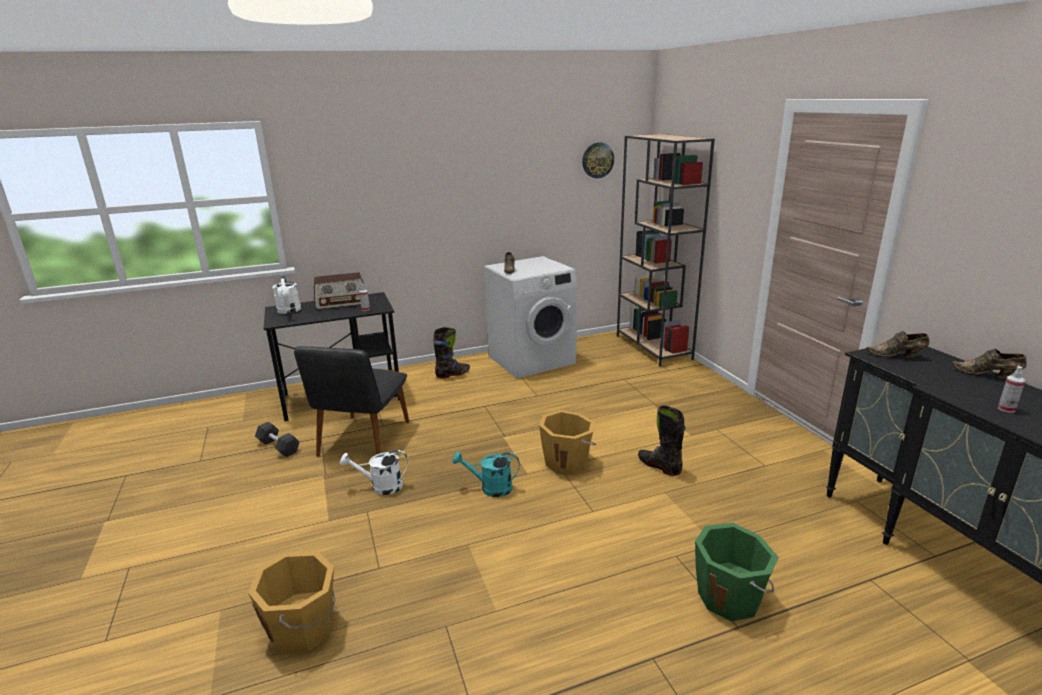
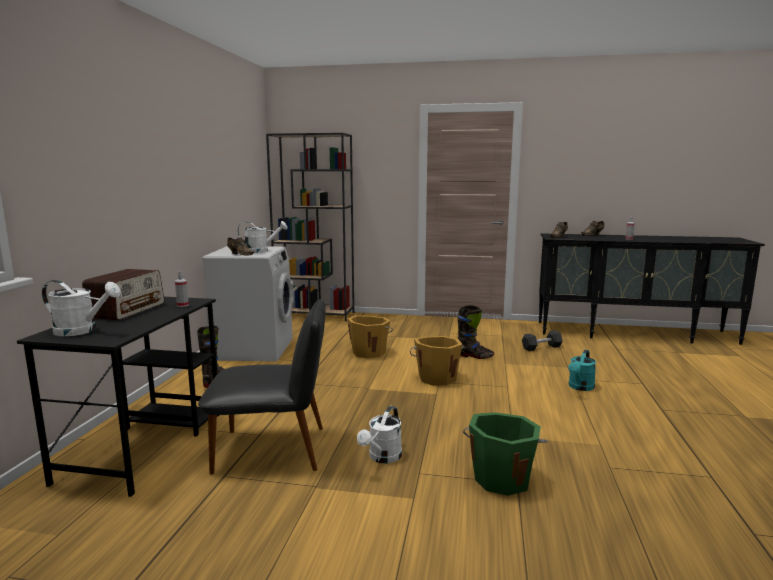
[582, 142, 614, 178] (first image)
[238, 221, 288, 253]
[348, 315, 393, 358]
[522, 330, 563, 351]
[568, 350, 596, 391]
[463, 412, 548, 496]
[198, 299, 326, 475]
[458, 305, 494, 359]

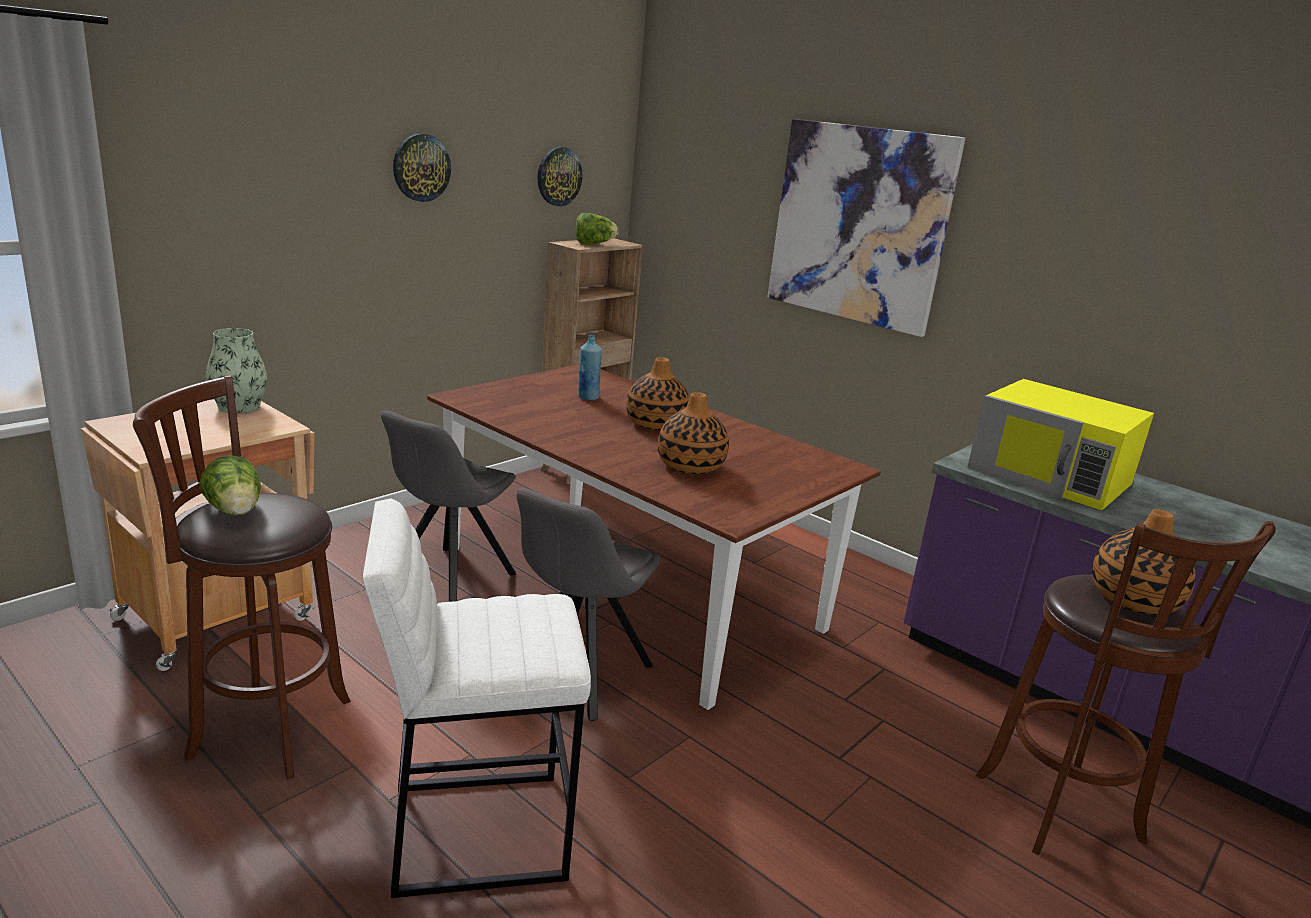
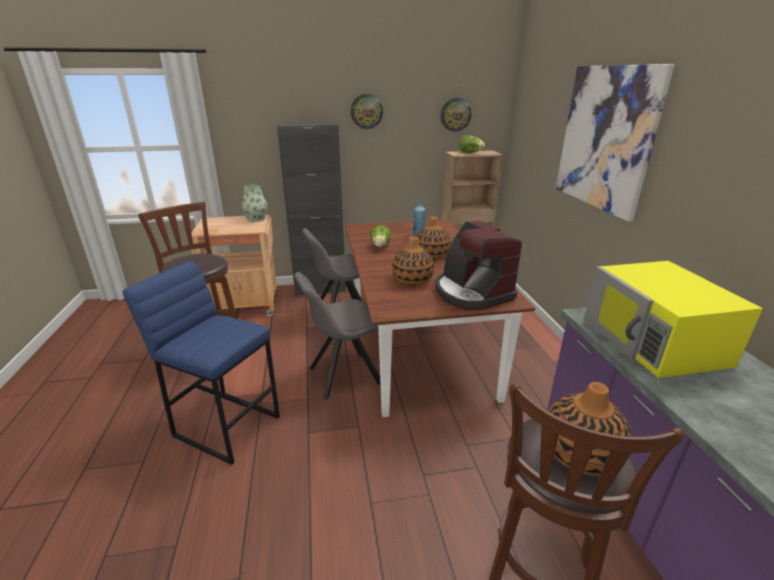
[277, 122, 346, 296]
[435, 220, 522, 310]
[370, 225, 391, 247]
[123, 261, 280, 465]

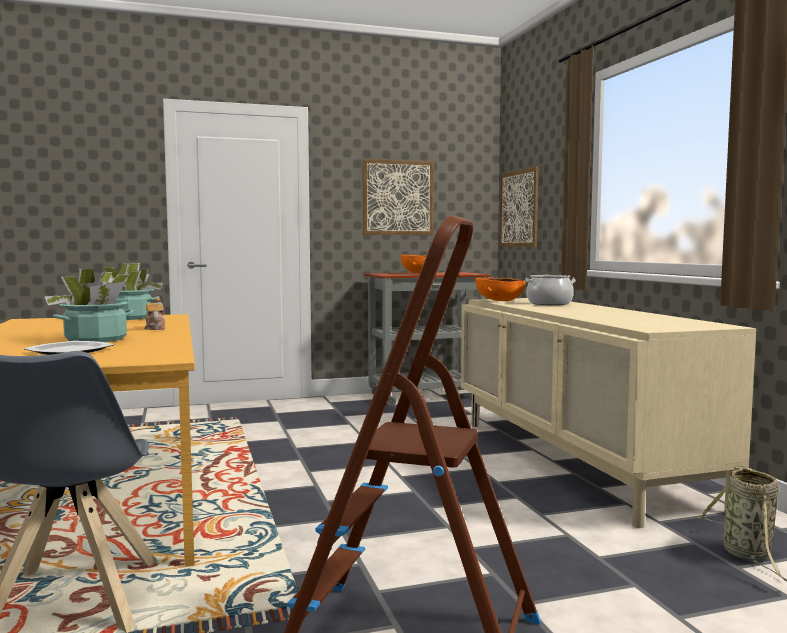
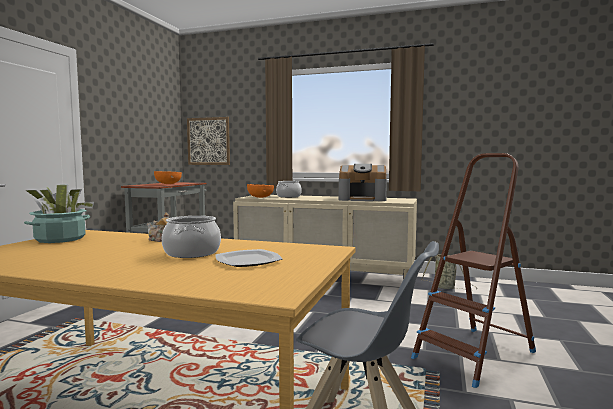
[363, 158, 434, 235] (first image)
[339, 164, 387, 201]
[162, 216, 221, 258]

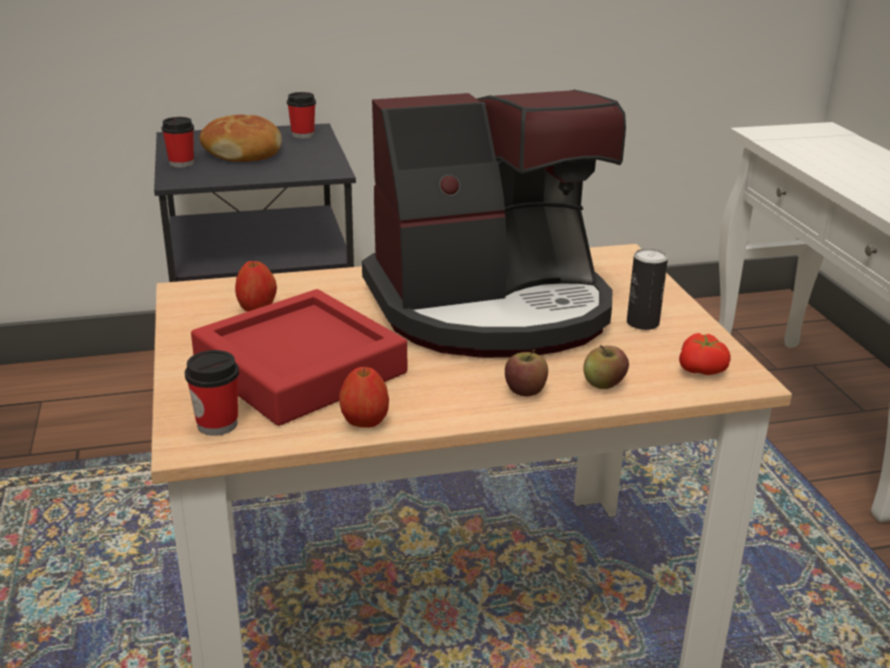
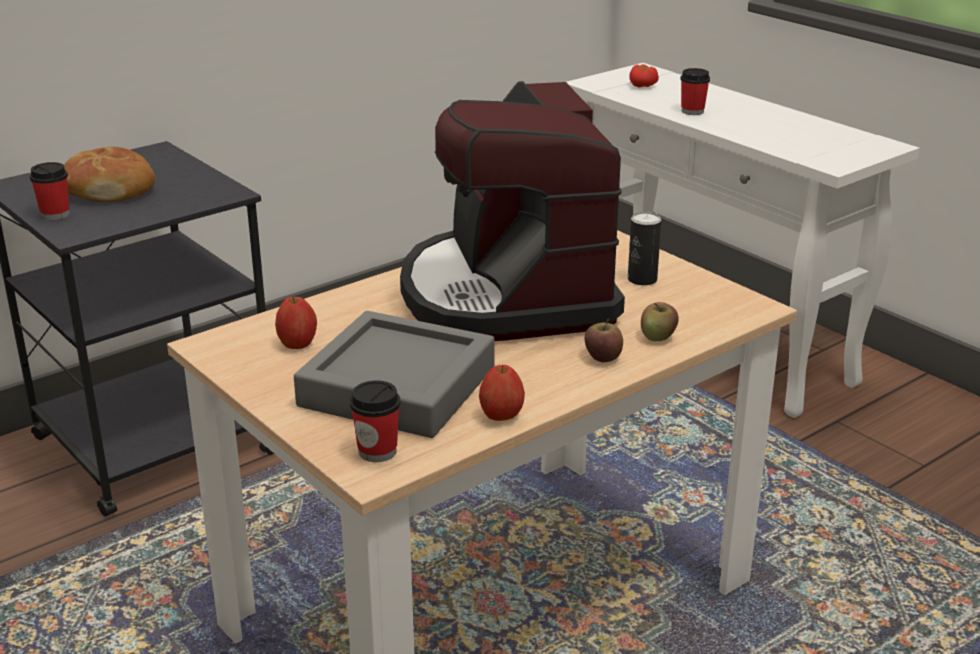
[680, 68, 710, 115]
[629, 64, 659, 87]
[294, 311, 495, 438]
[400, 81, 625, 341]

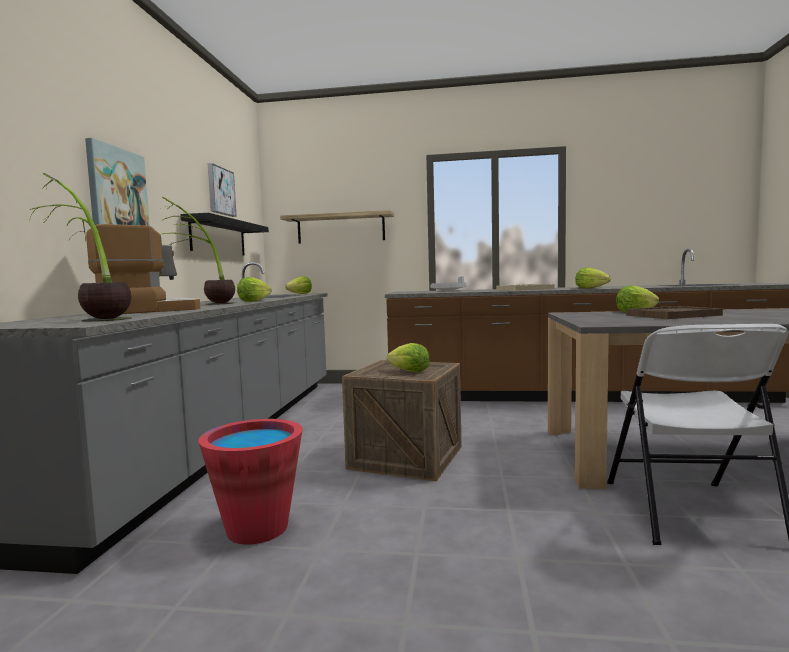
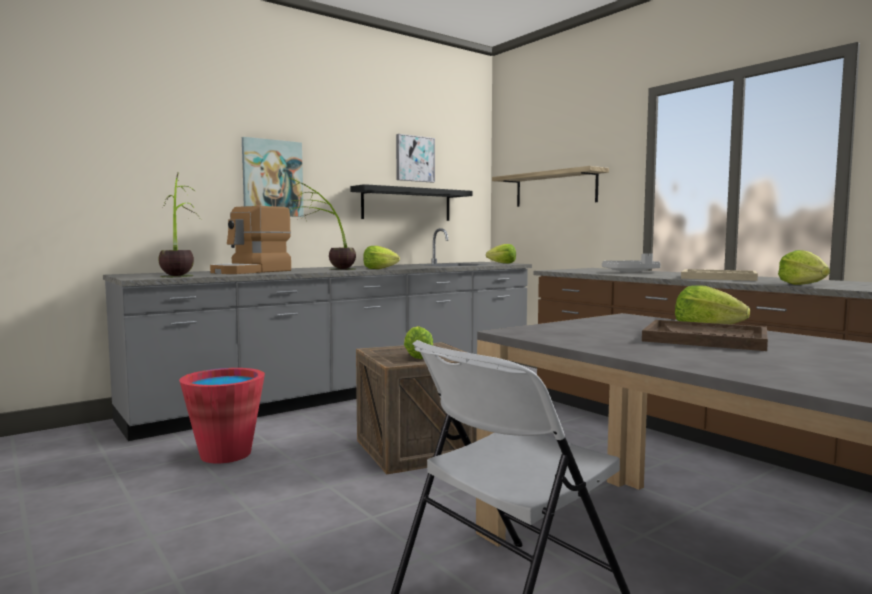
[210, 206, 291, 274]

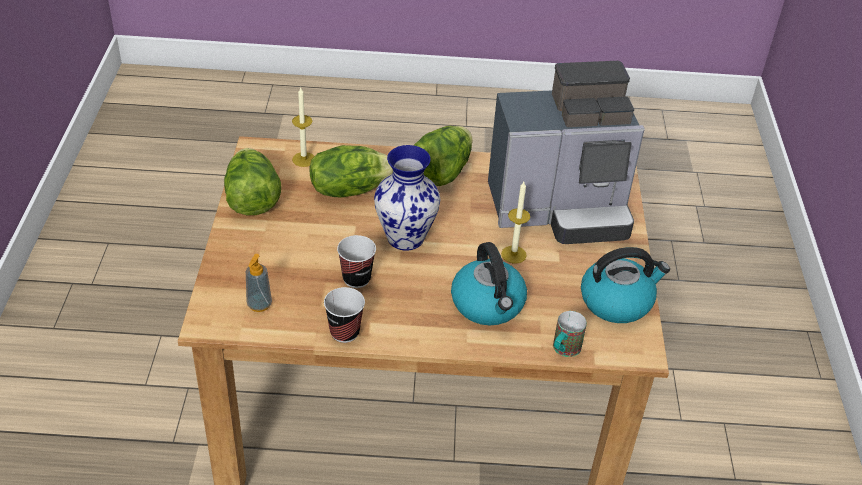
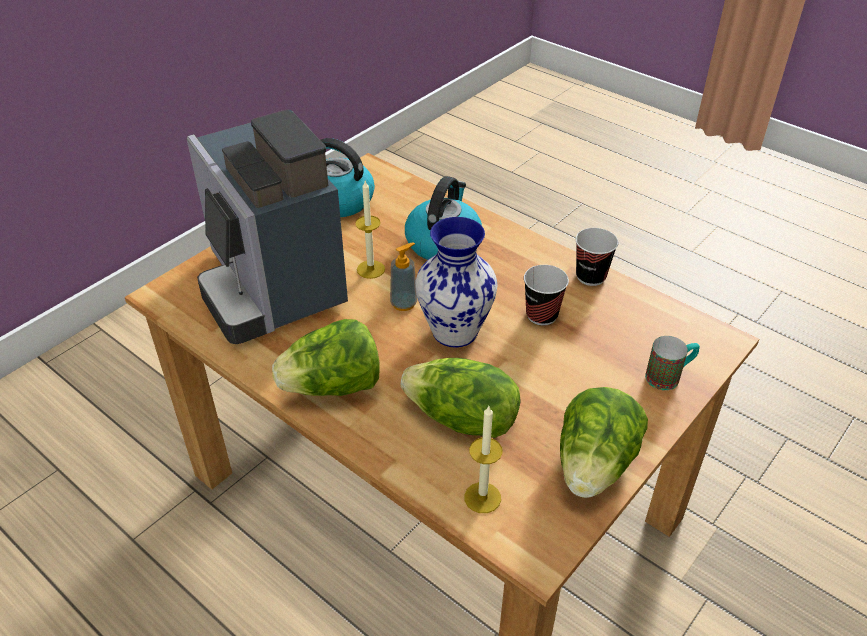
[390, 242, 417, 311]
[645, 336, 700, 390]
[187, 109, 348, 344]

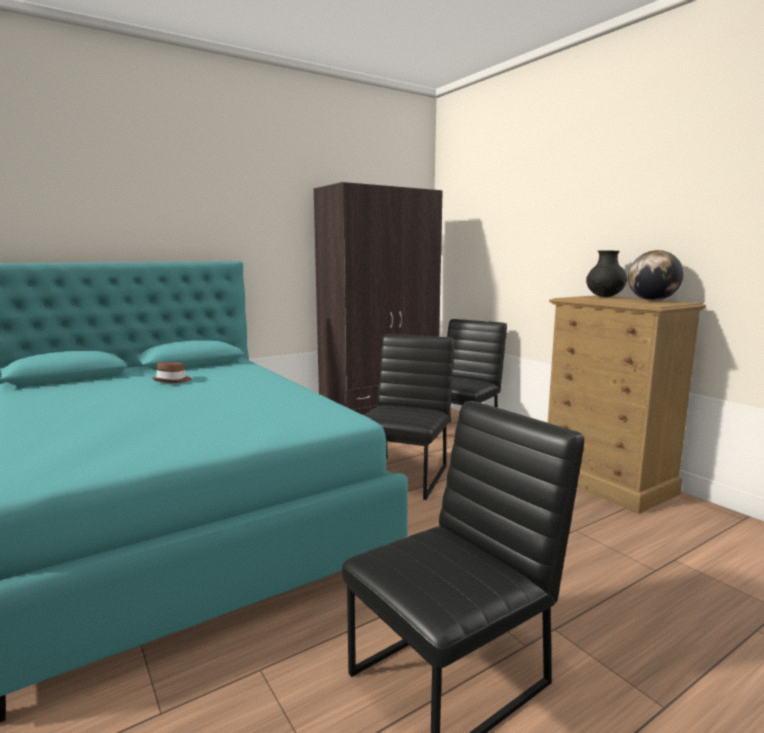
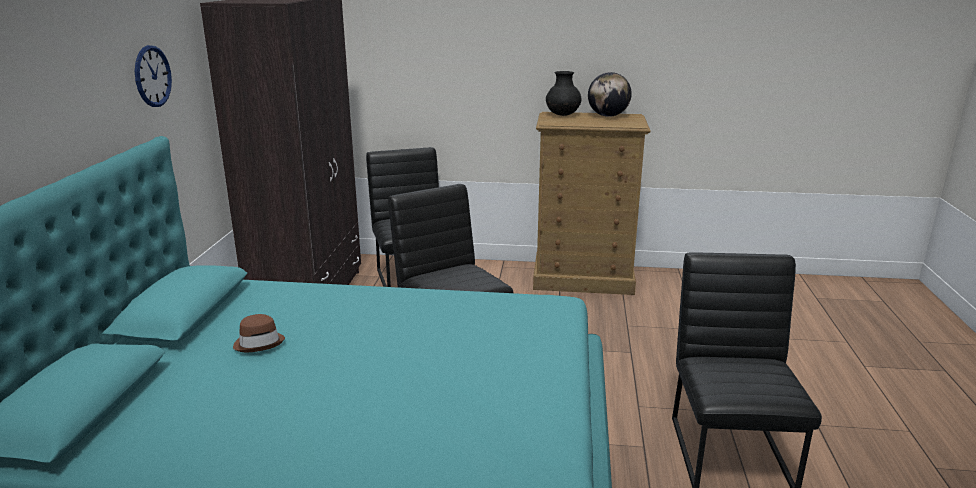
[135, 45, 172, 107]

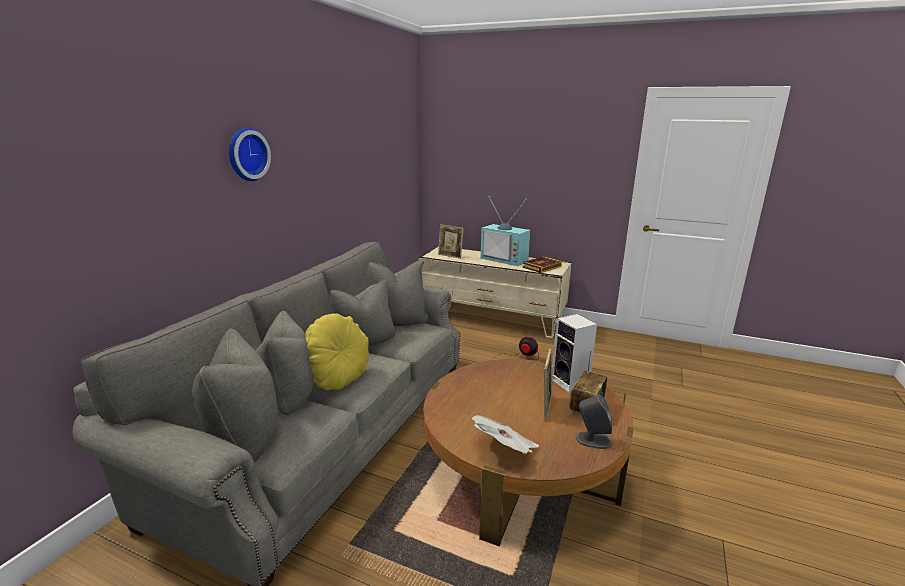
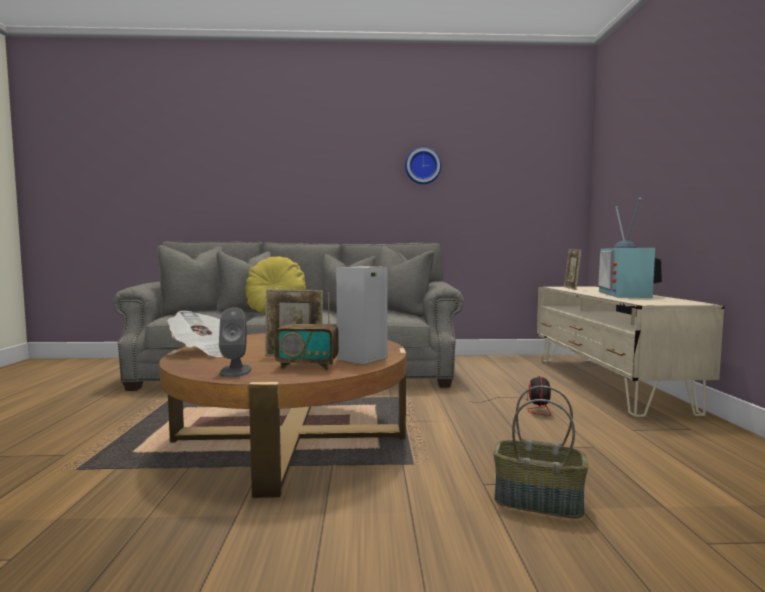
[522, 256, 562, 273] (first image)
[493, 386, 588, 518]
[405, 147, 441, 184]

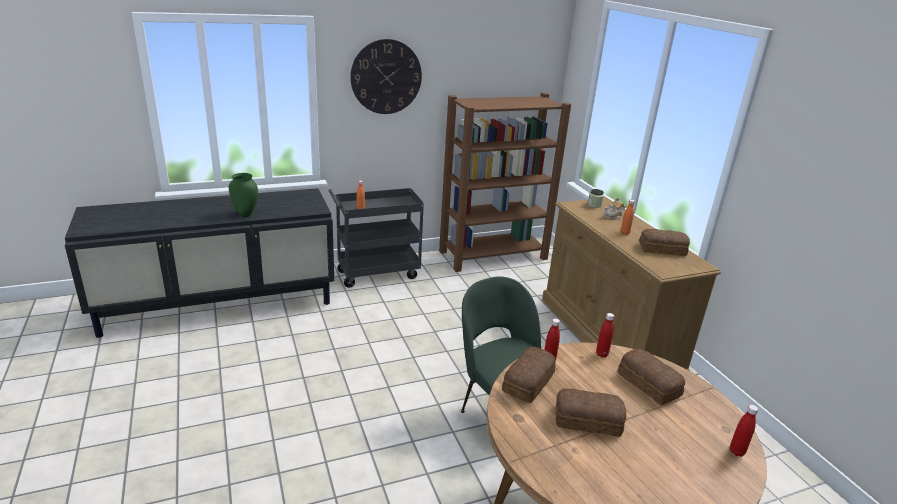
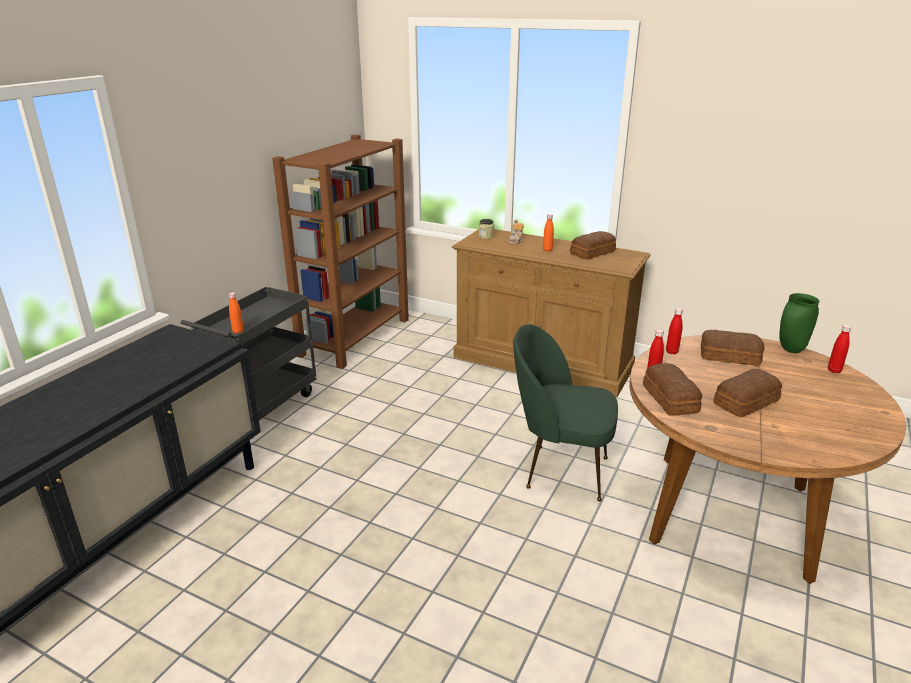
[350, 39, 422, 114] (first image)
[779, 293, 819, 353]

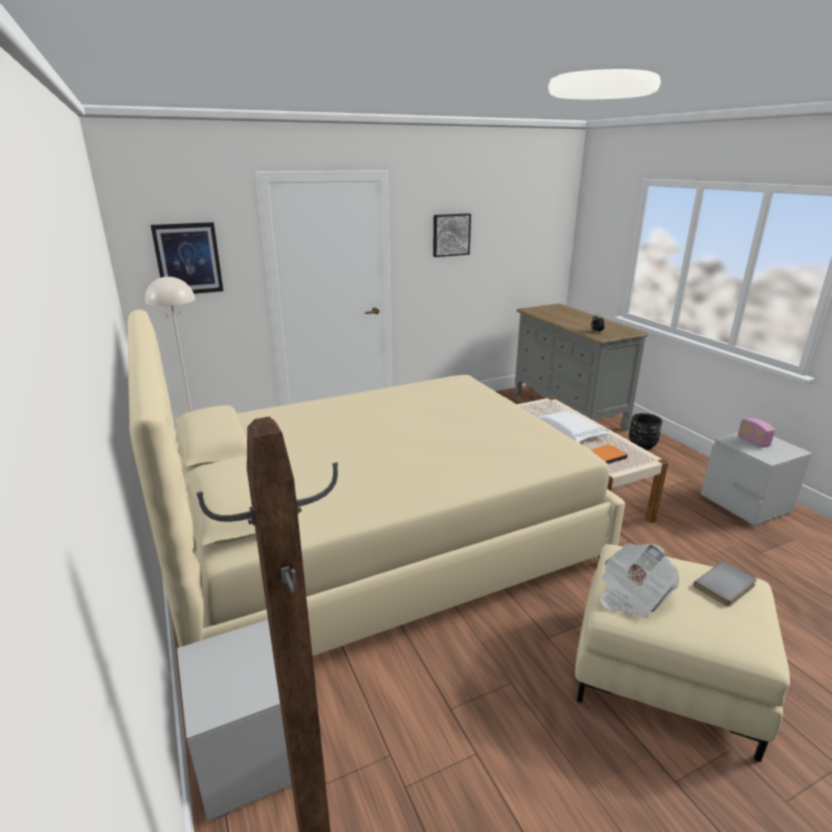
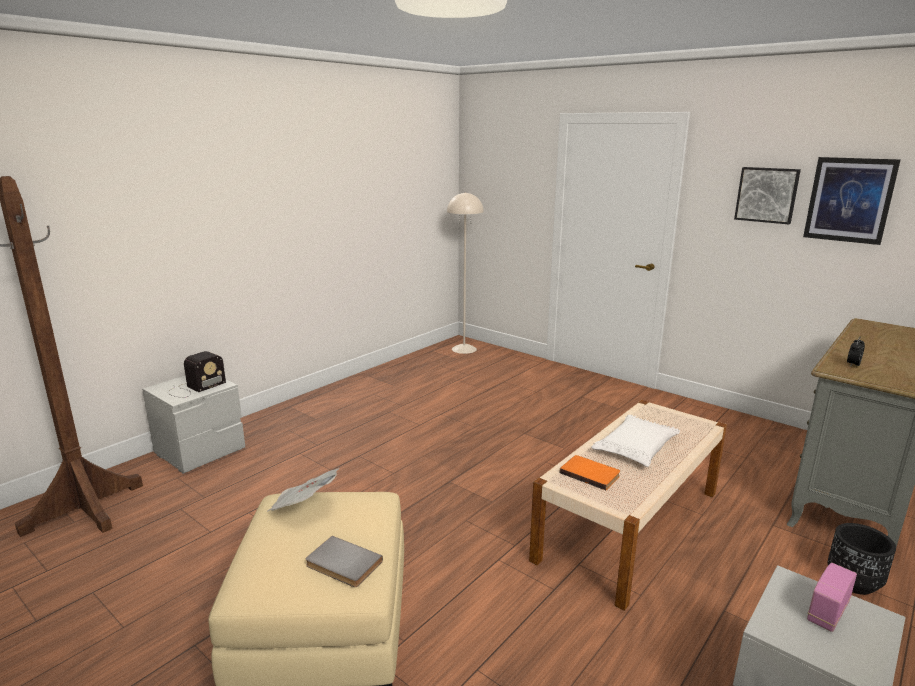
[127, 309, 625, 656] (first image)
[168, 351, 226, 398]
[803, 157, 900, 245]

